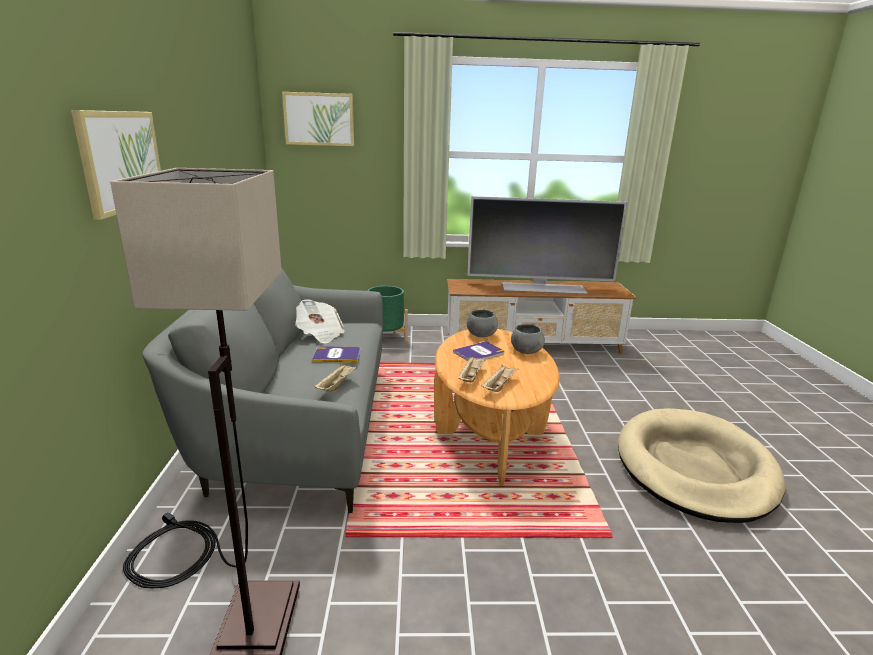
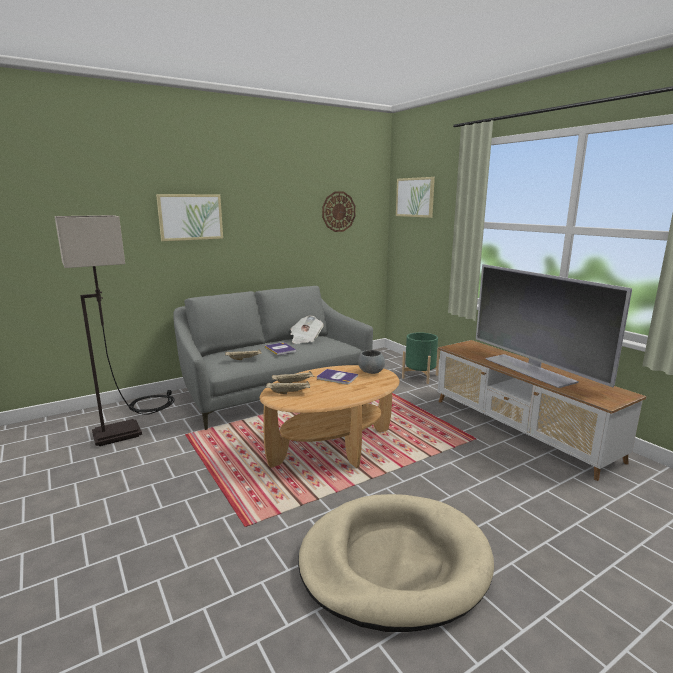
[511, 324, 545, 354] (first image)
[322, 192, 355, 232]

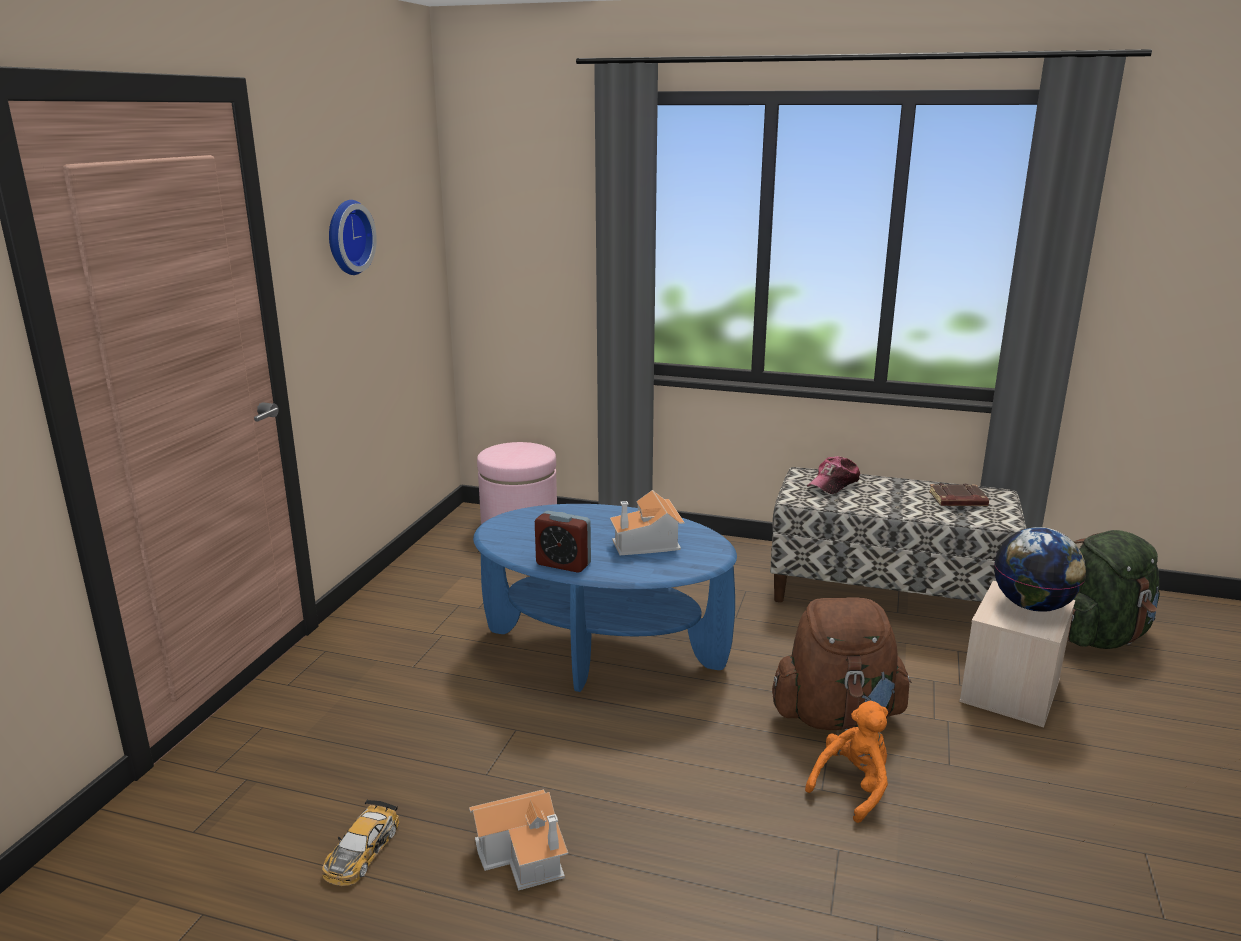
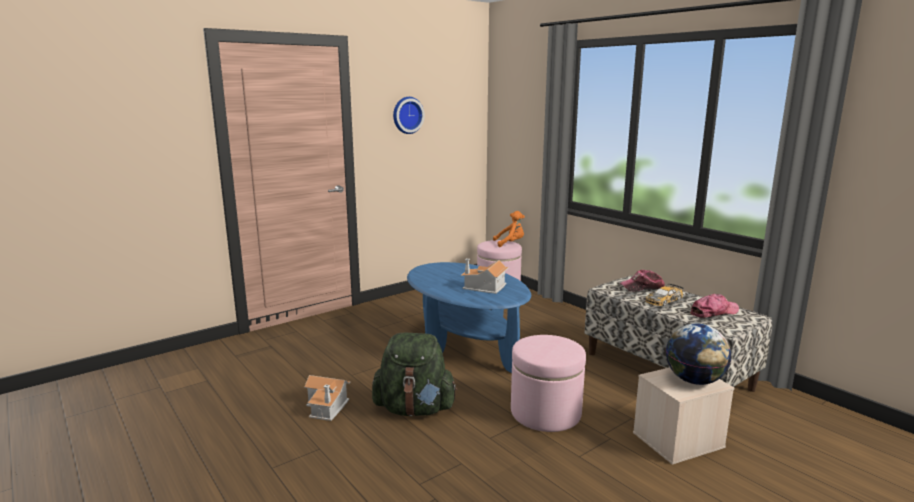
[535, 511, 591, 573] (first image)
[645, 283, 684, 306]
[493, 211, 525, 247]
[372, 333, 458, 416]
[511, 335, 586, 432]
[690, 294, 739, 318]

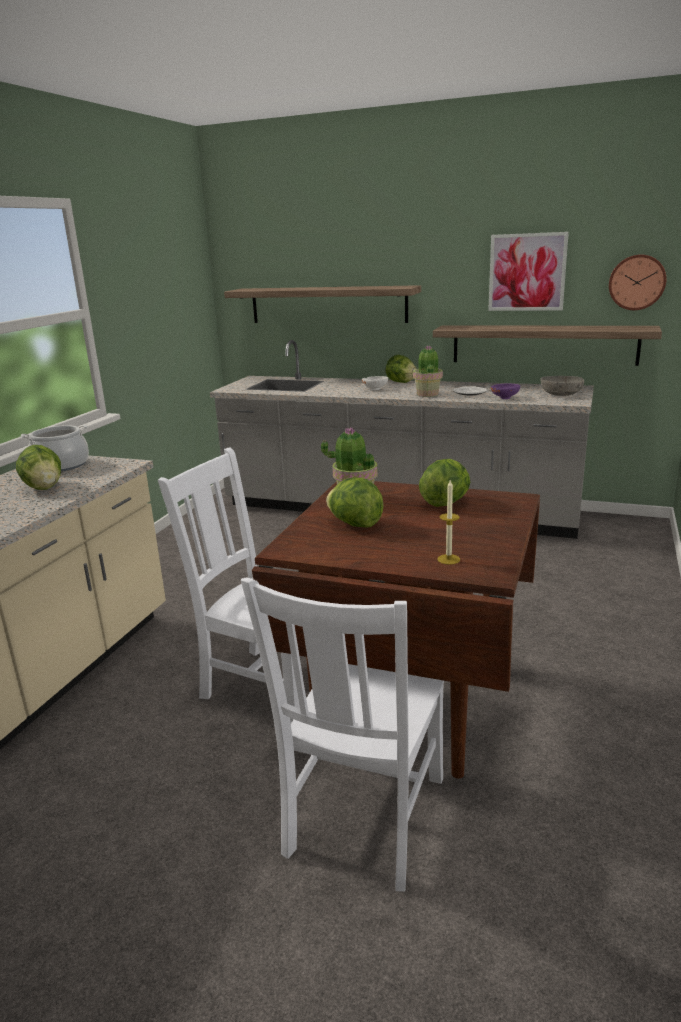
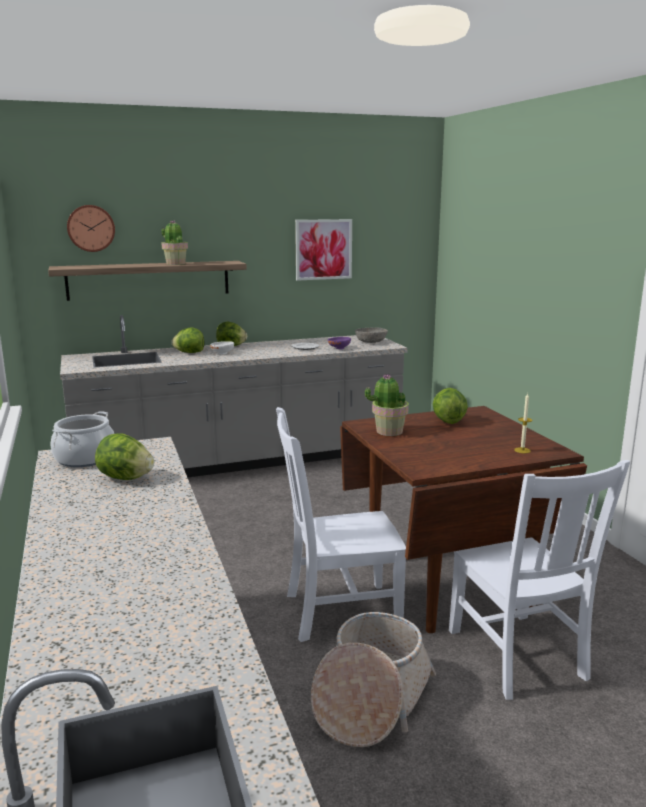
[433, 325, 662, 366] (first image)
[311, 612, 436, 747]
[172, 328, 204, 353]
[161, 220, 188, 265]
[67, 205, 115, 252]

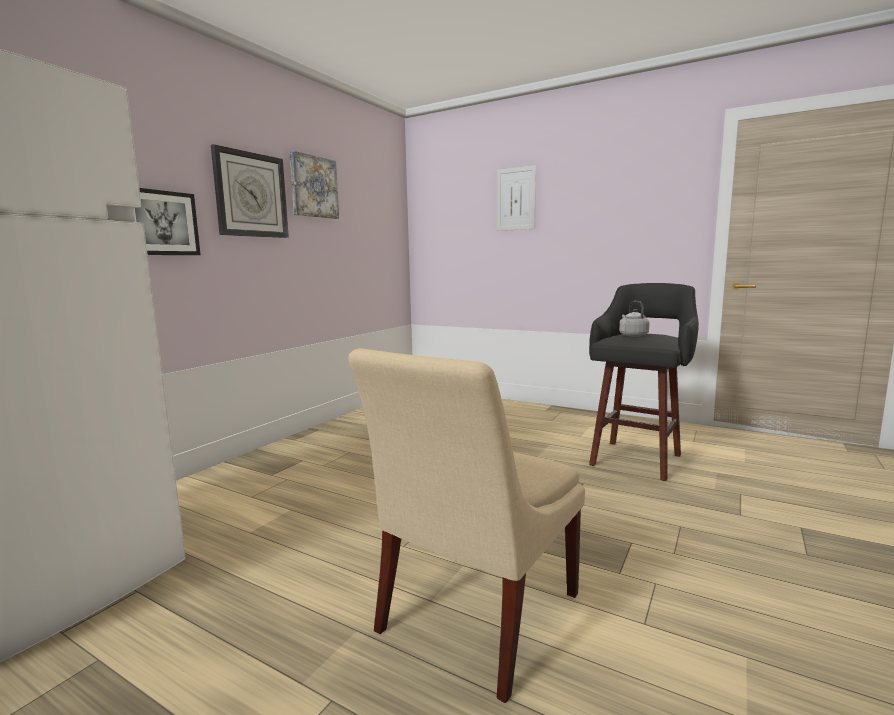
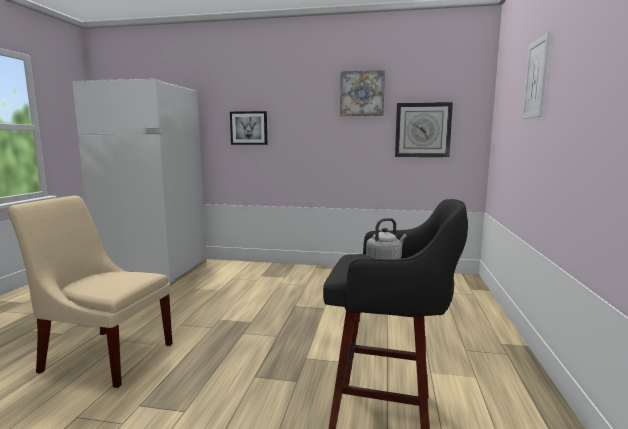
[395, 102, 453, 157]

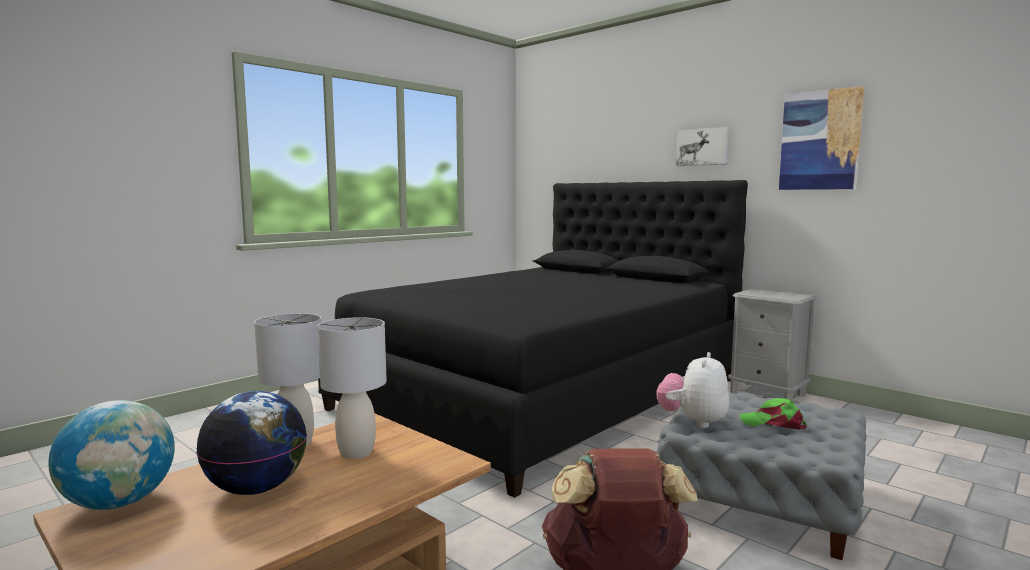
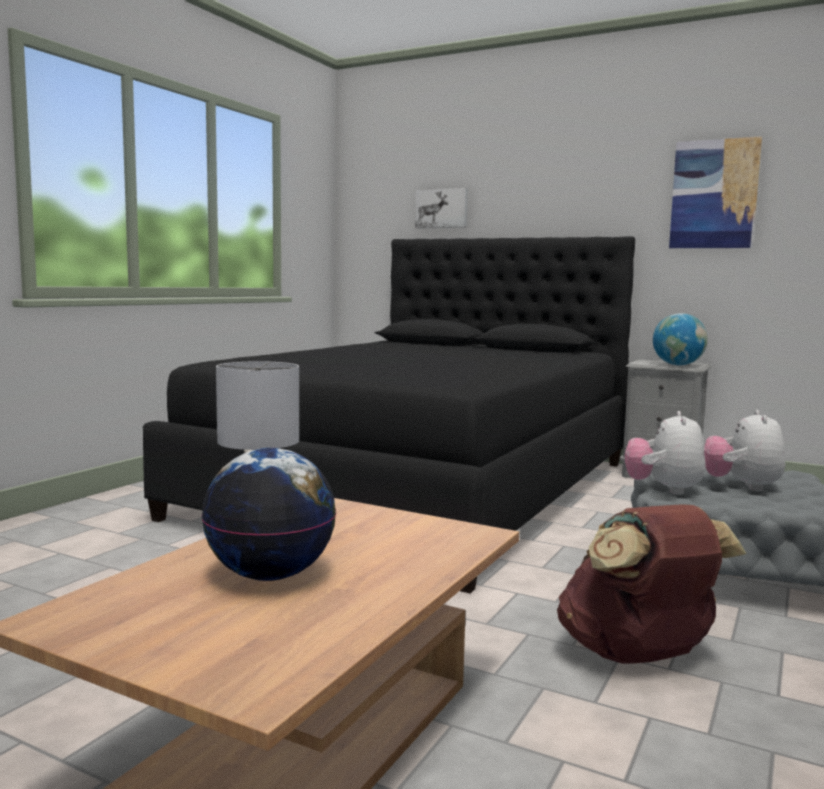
[317, 317, 387, 459] (first image)
[653, 313, 708, 366]
[415, 188, 468, 228]
[704, 410, 785, 491]

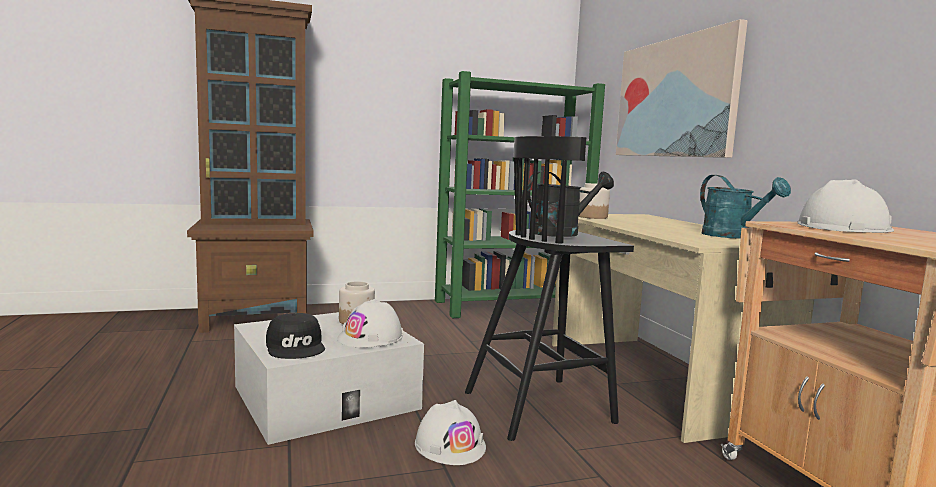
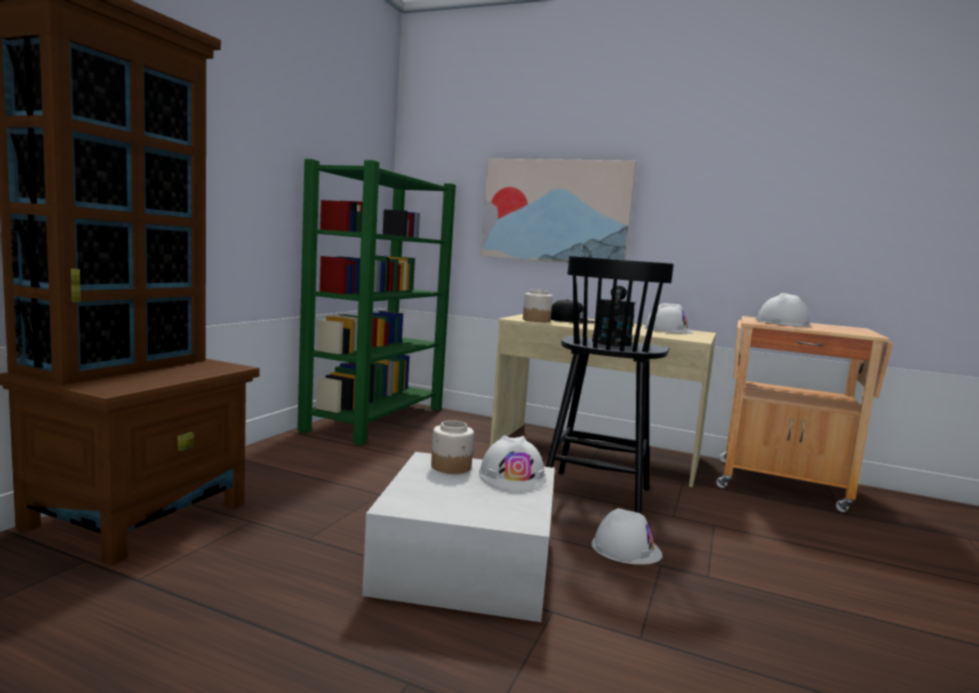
[551, 299, 595, 324]
[644, 303, 694, 334]

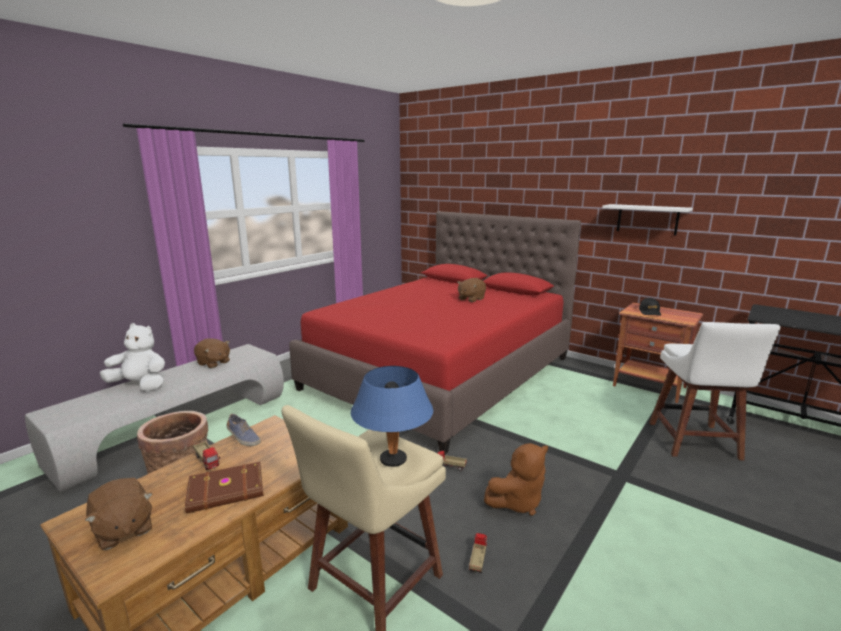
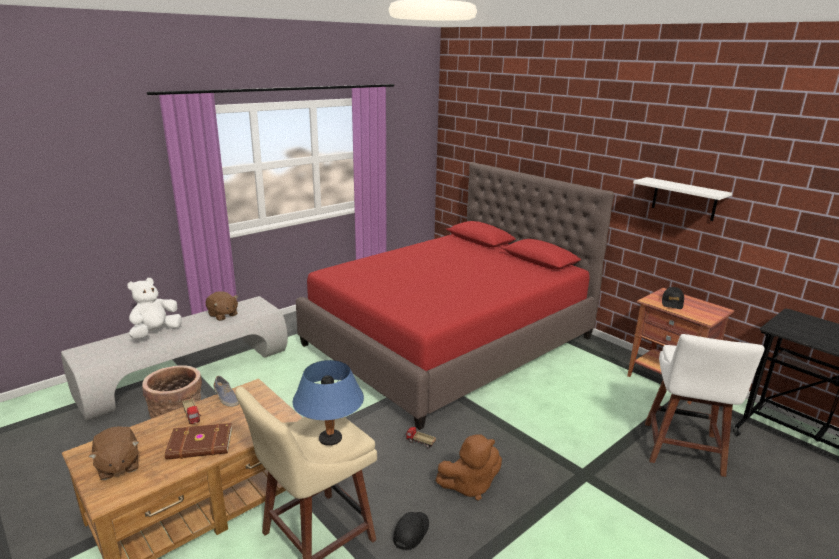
[457, 278, 486, 302] (first image)
[393, 512, 429, 550]
[128, 278, 182, 339]

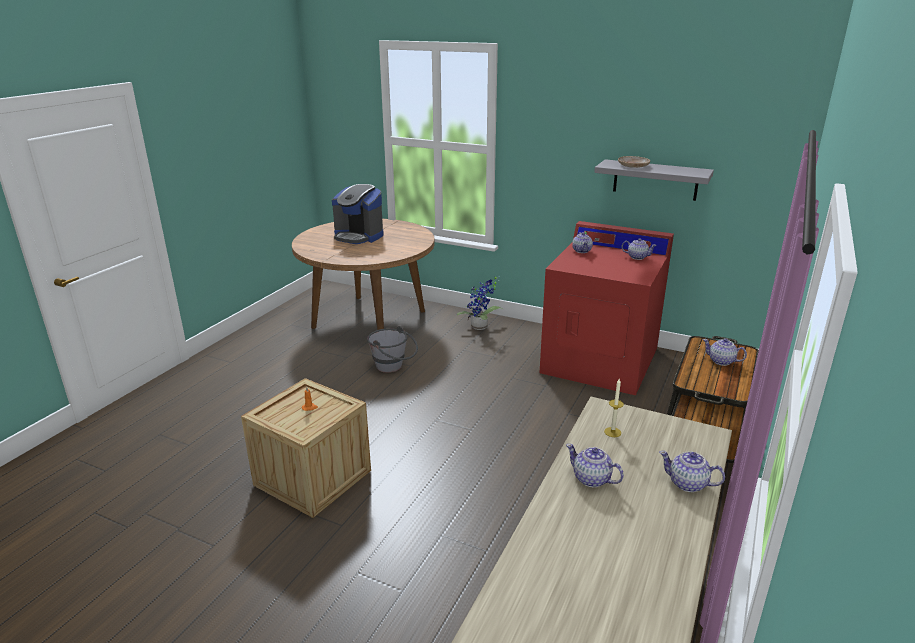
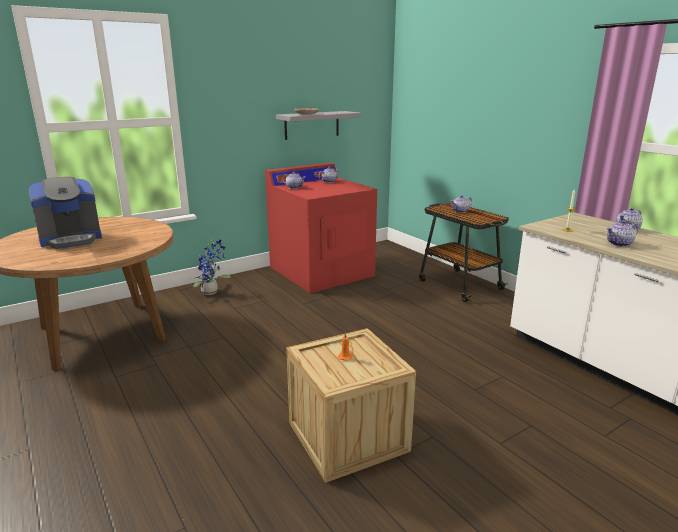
[367, 326, 418, 373] (first image)

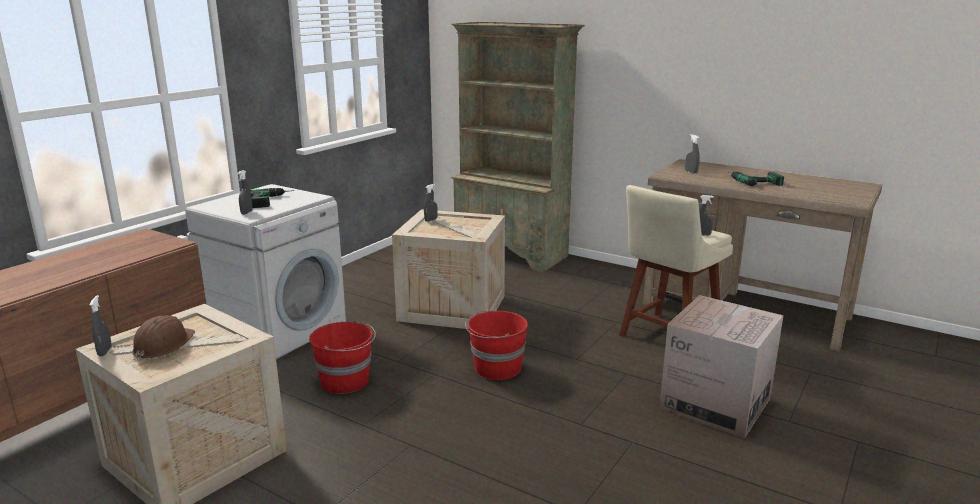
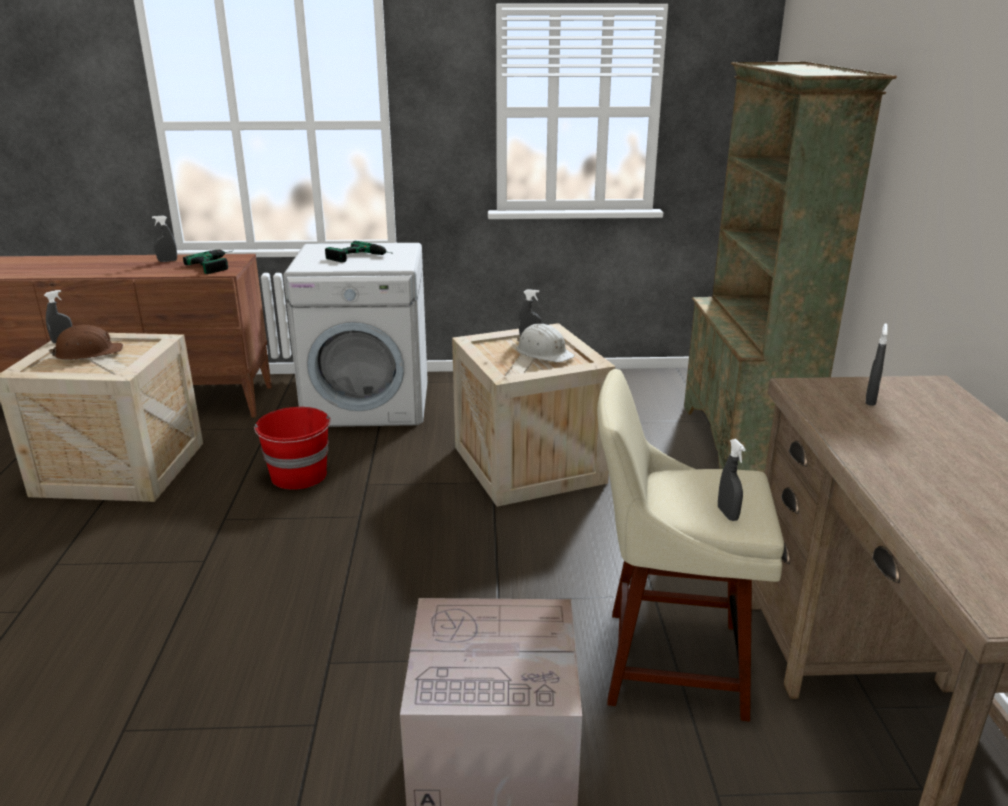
[465, 309, 528, 380] (first image)
[517, 324, 575, 362]
[152, 216, 177, 262]
[183, 250, 231, 274]

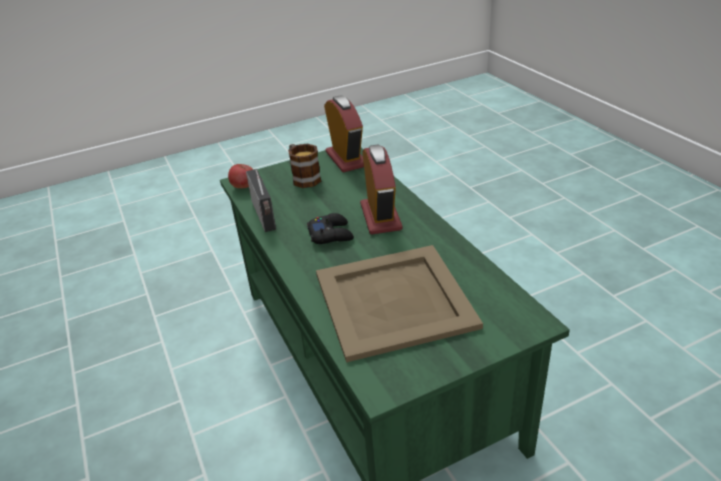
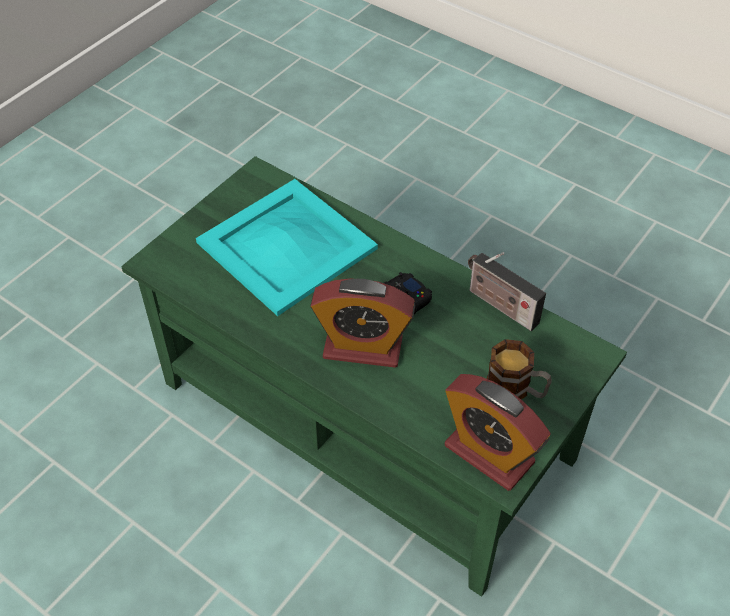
[228, 164, 253, 188] (first image)
[196, 179, 378, 316]
[310, 279, 415, 368]

